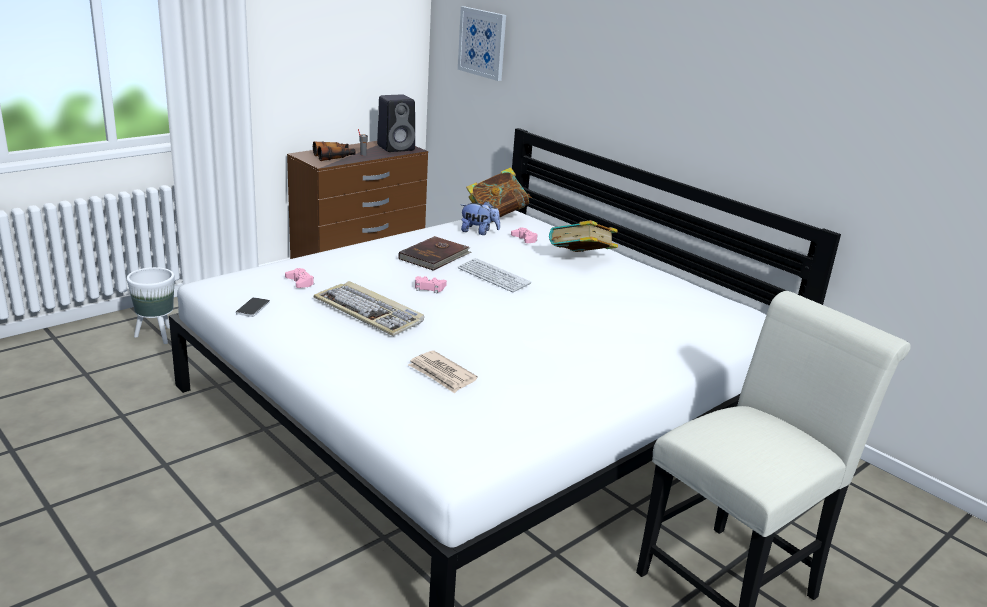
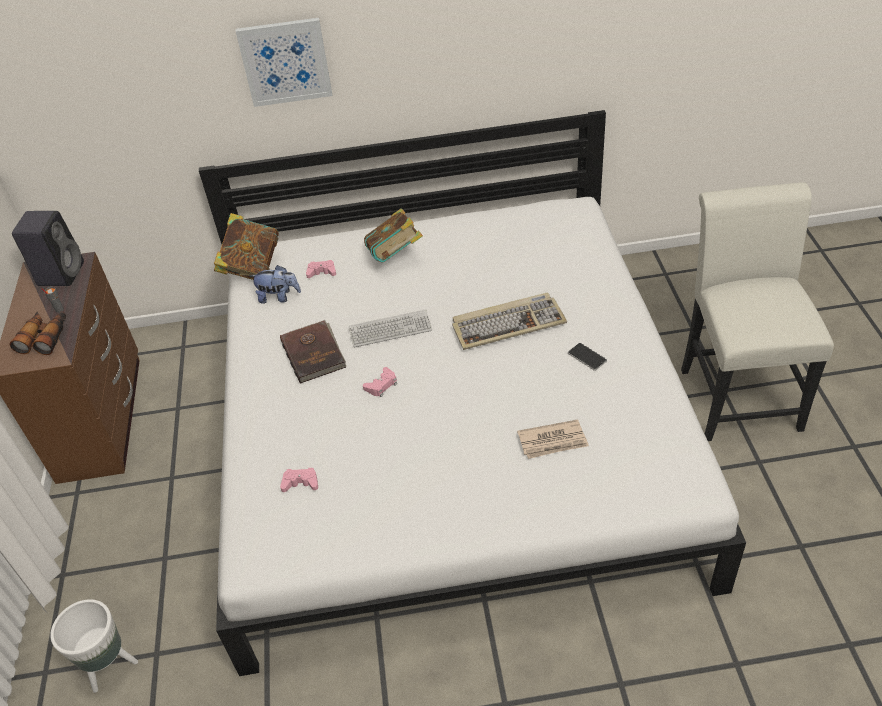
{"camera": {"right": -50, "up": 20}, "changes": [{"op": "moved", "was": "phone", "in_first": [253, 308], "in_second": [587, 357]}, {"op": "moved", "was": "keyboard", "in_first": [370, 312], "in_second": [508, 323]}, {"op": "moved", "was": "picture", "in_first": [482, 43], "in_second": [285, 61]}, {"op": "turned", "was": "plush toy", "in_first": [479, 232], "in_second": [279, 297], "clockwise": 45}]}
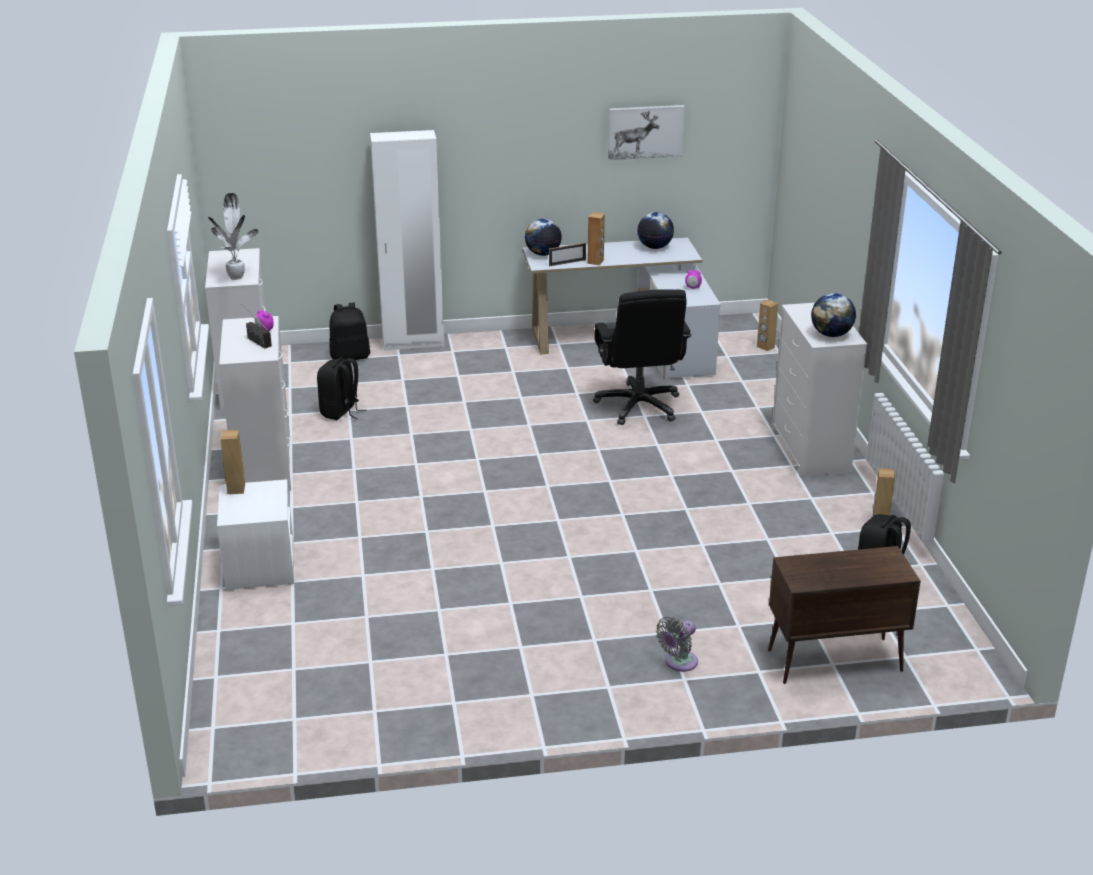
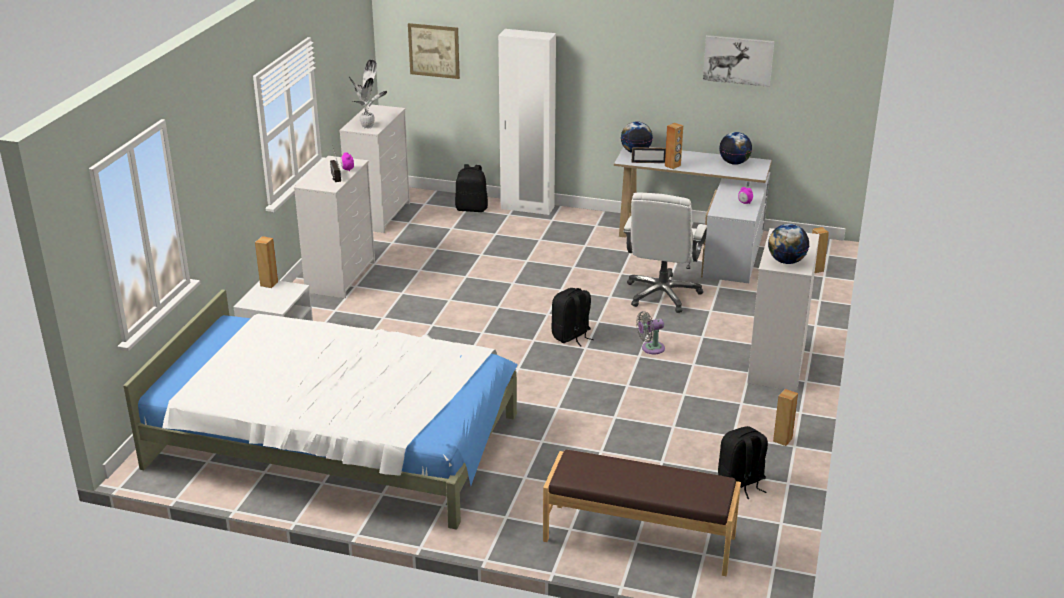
{"camera": {"right": 25, "up": 0}, "changes": [{"op": "added", "now": "bed/white", "in_second": [337, 441]}, {"op": "added", "now": "picture", "in_second": [434, 50]}, {"op": "moved", "was": "backpack/black", "in_first": [341, 412], "in_second": [571, 336]}, {"op": "moved", "was": "fan/grey", "in_first": [679, 663], "in_second": [650, 348]}, {"op": "replaced", "was": "cabinet/brown", "now": "bench/brown", "in_first": [833, 661], "in_second": [639, 539]}, {"op": "recoloured", "was": "office chair/black", "now": "office chair/white", "in_first": [639, 406], "in_second": [662, 294]}]}
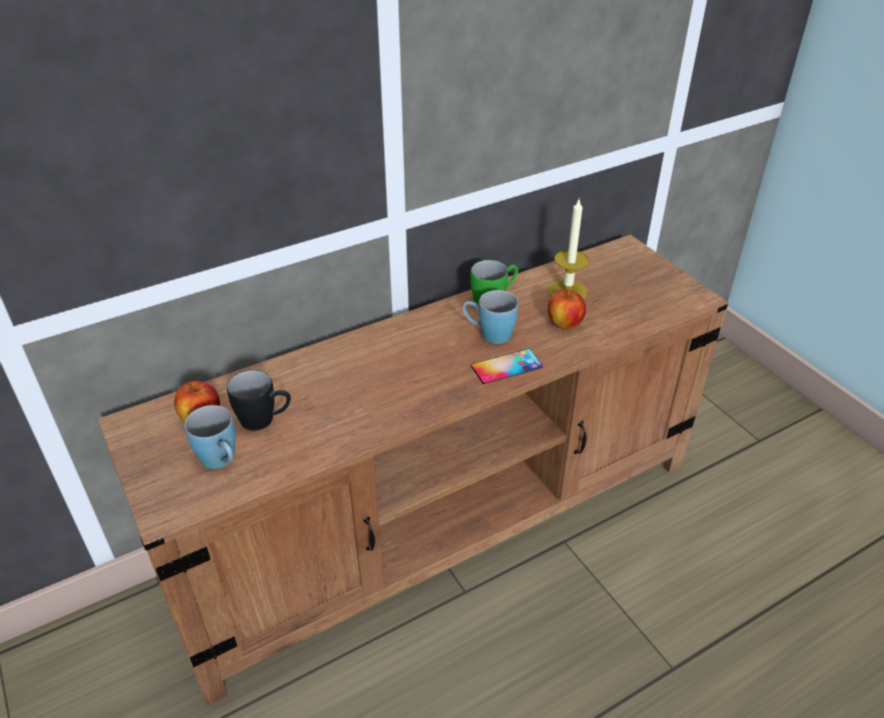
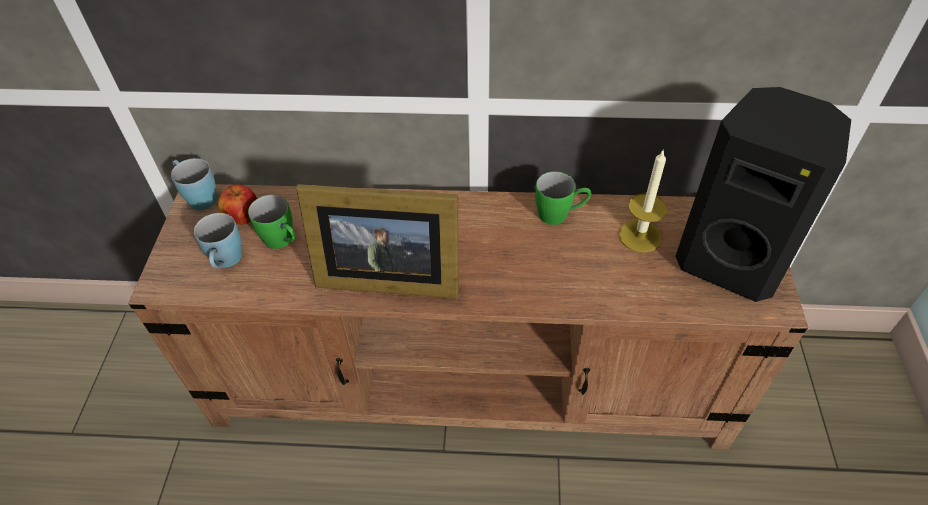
{"camera": {"right": 35, "up": 10}, "changes": [{"op": "removed", "was": "phone", "in_first": [506, 366]}, {"op": "removed", "was": "apple", "in_first": [564, 323]}, {"op": "added", "now": "picture frame", "in_second": [385, 275]}, {"op": "added", "now": "speaker/black", "in_second": [730, 260]}, {"op": "moved", "was": "mug/blue", "in_first": [489, 334], "in_second": [198, 197]}, {"op": "recoloured", "was": "mug/black", "now": "mug/green", "in_first": [265, 420], "in_second": [283, 241]}]}
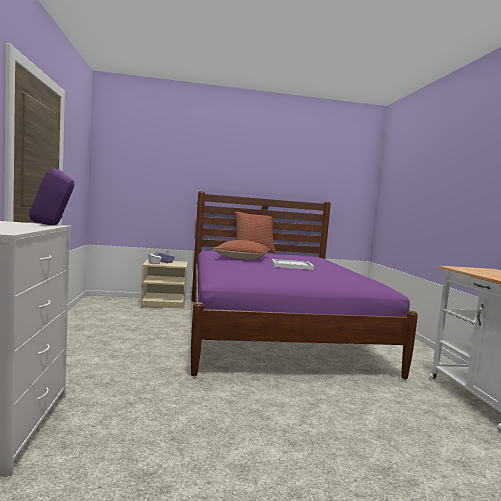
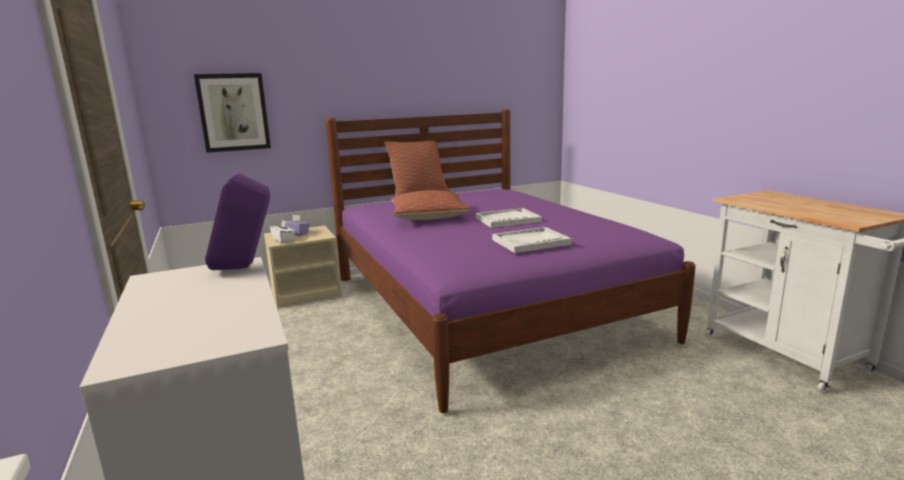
{"camera": {"right": -15, "up": 10}, "changes": [{"op": "added", "now": "picture", "in_second": [233, 112]}, {"op": "added", "now": "tray/white", "in_second": [531, 242]}]}
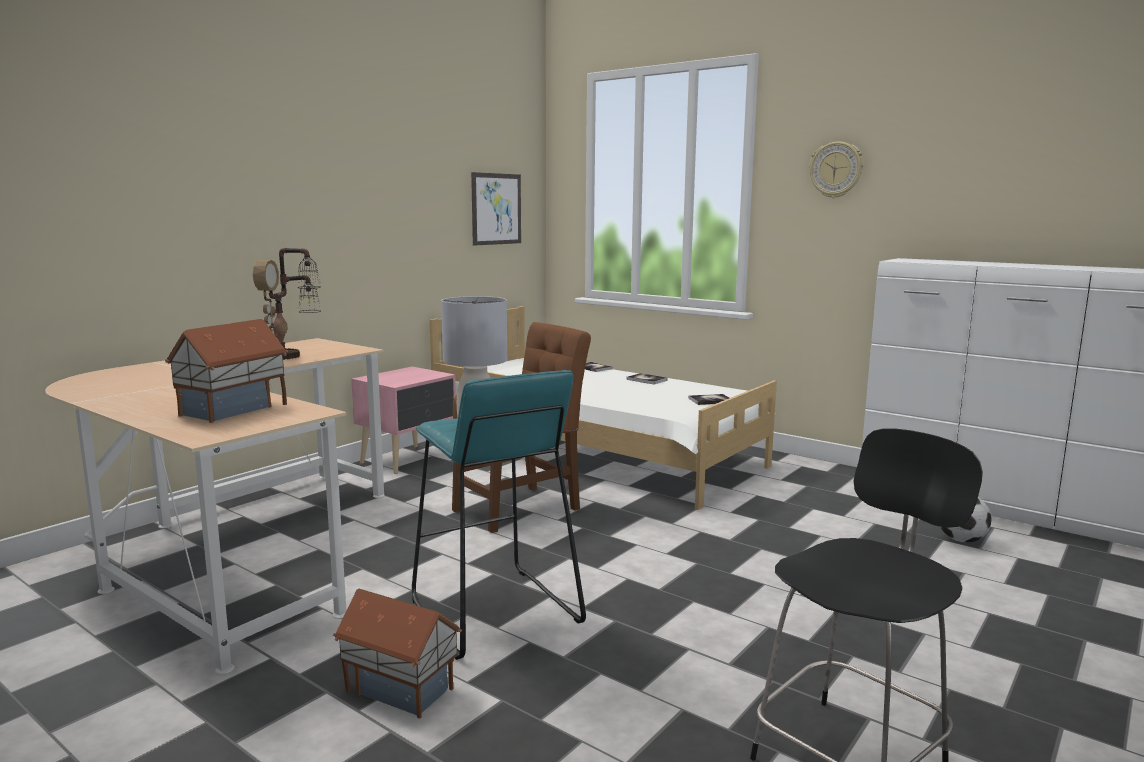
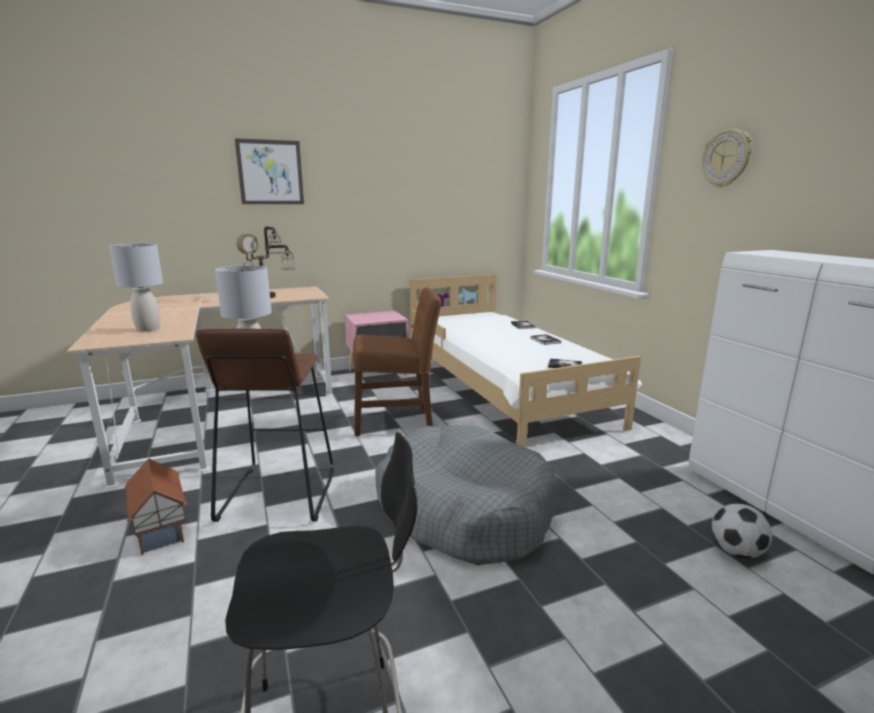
{"camera": {"right": 30, "up": 5}, "changes": [{"op": "added", "now": "dog bed/grey", "in_second": [463, 509]}, {"op": "moved", "was": "picture", "in_first": [496, 209], "in_second": [270, 172]}, {"op": "replaced", "was": "toy house", "now": "table lamp/grey", "in_first": [234, 410], "in_second": [148, 329]}, {"op": "recoloured", "was": "stool/turquoise", "now": "stool/brown", "in_first": [493, 612], "in_second": [278, 494]}]}
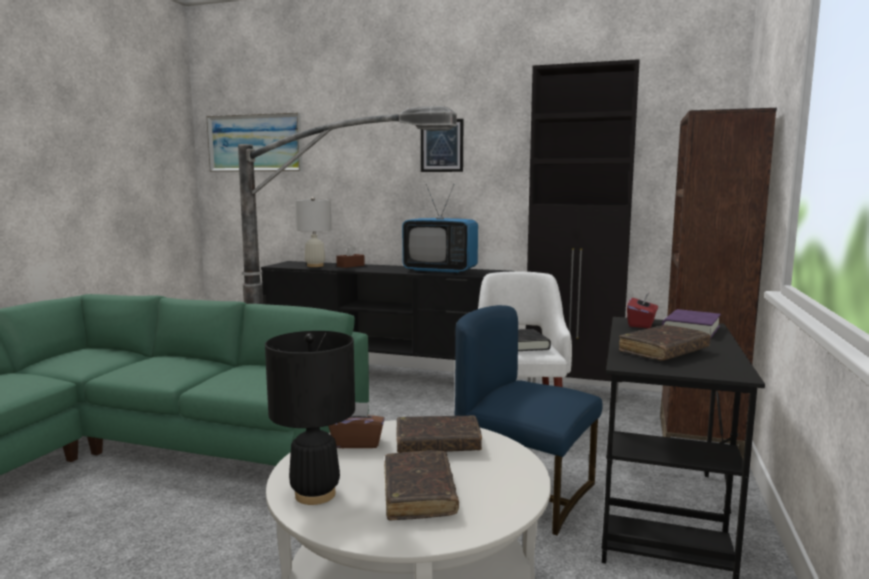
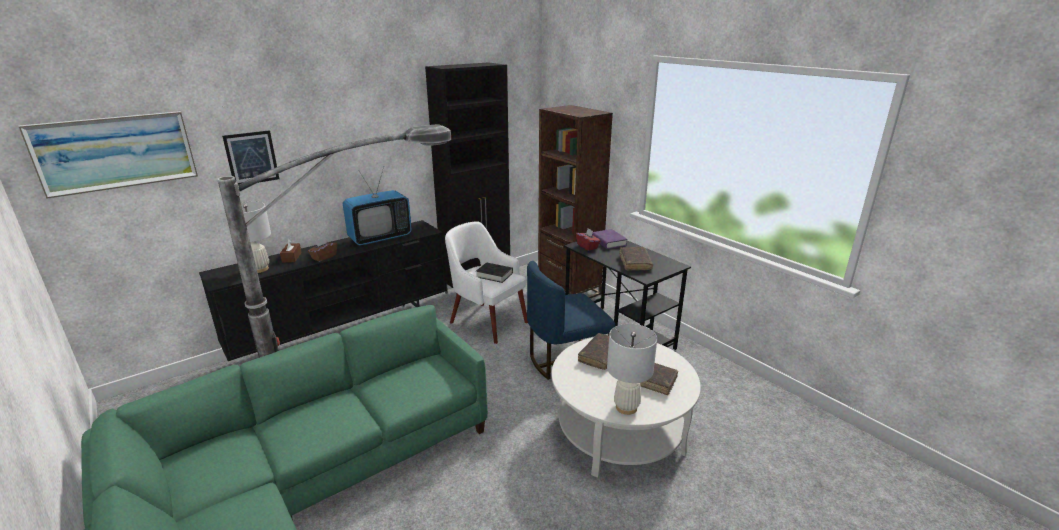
{"camera": {"right": -55, "up": 15}, "changes": [{"op": "moved", "was": "tissue box/brown", "in_first": [357, 443], "in_second": [324, 257]}, {"op": "moved", "was": "picture", "in_first": [441, 145], "in_second": [251, 158]}, {"op": "recoloured", "was": "table lamp/black", "now": "table lamp/white", "in_first": [315, 494], "in_second": [626, 407]}]}
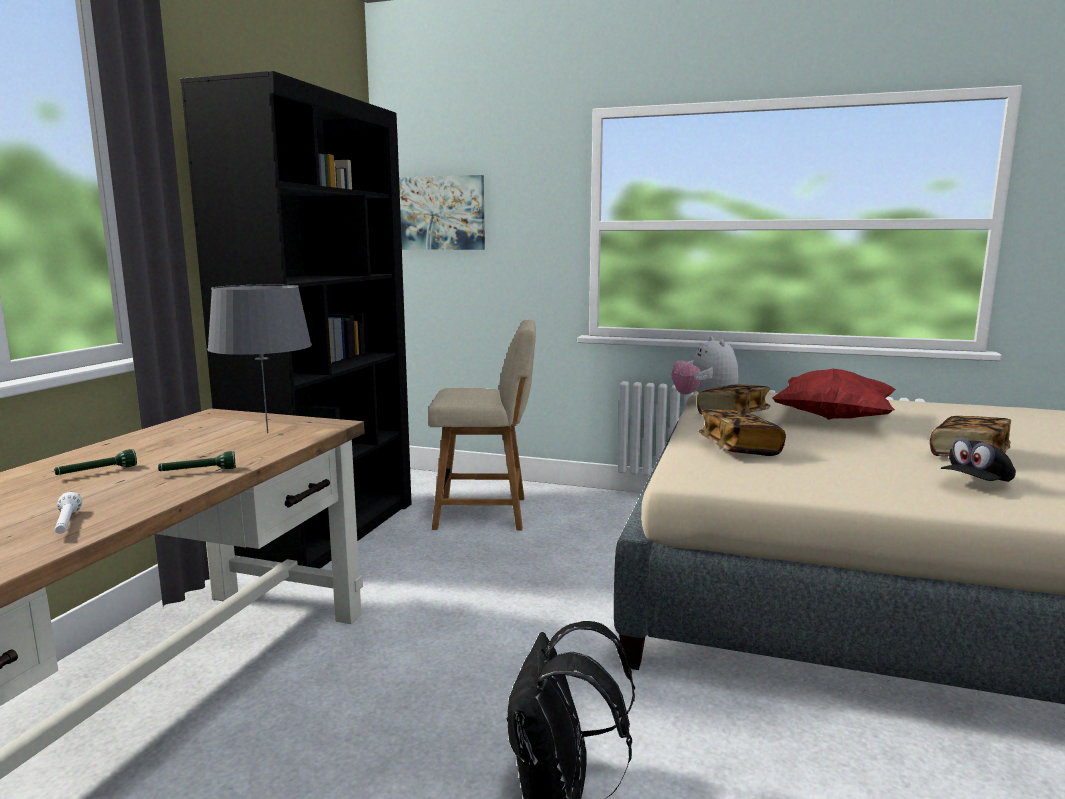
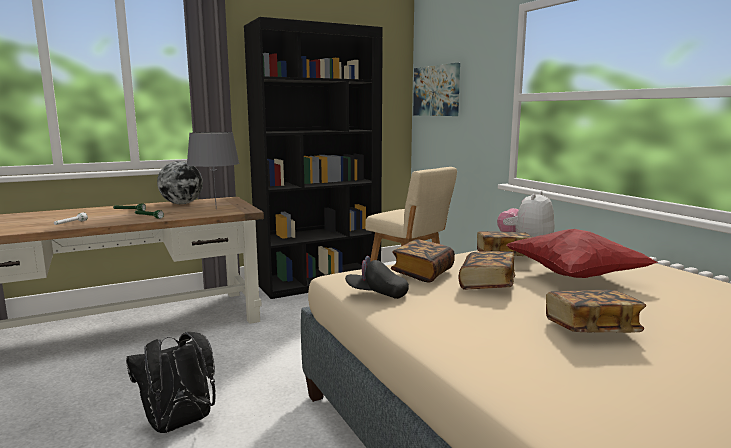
{"camera": {"right": 45, "up": 0}, "changes": [{"op": "added", "now": "globe", "in_second": [181, 204]}, {"op": "added", "now": "book", "in_second": [486, 284]}, {"op": "moved", "was": "cap/black", "in_first": [975, 484], "in_second": [377, 294]}]}
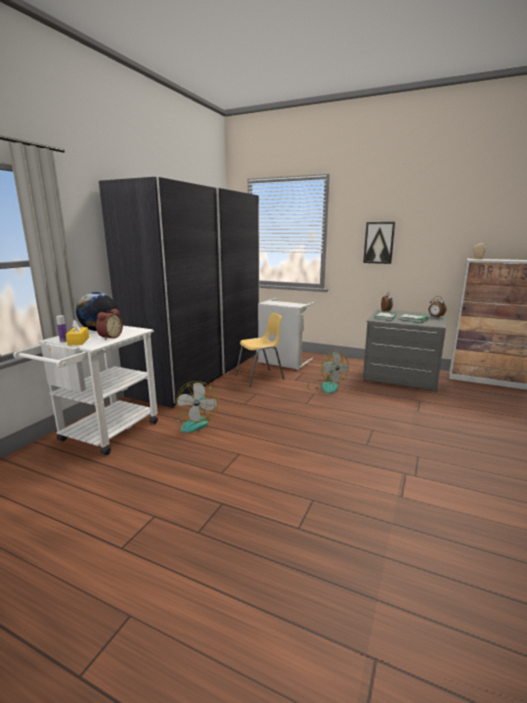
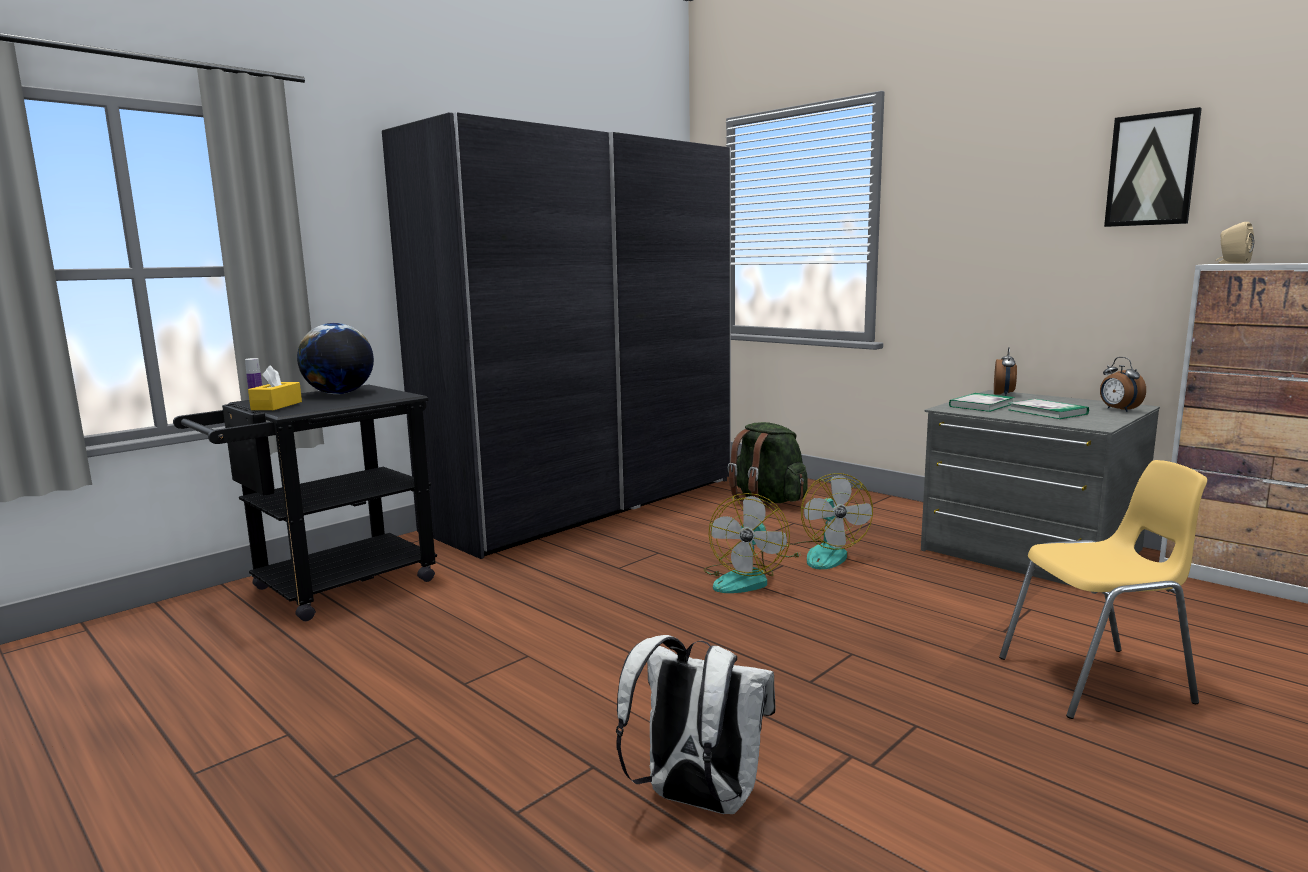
{"camera": {"right": 20, "up": -5}, "changes": [{"op": "removed", "was": "alarm clock", "in_first": [109, 337]}, {"op": "added", "now": "backpack/white", "in_second": [696, 800]}, {"op": "moved", "was": "fan", "in_first": [195, 422], "in_second": [744, 579]}, {"op": "moved", "was": "chair/yellow", "in_first": [260, 377], "in_second": [1097, 681]}, {"op": "moved", "was": "picture", "in_first": [379, 242], "in_second": [1151, 170]}, {"op": "replaced", "was": "laundry basket/grey", "now": "backpack/green", "in_first": [283, 362], "in_second": [767, 500]}, {"op": "recoloured", "was": "cart/white", "now": "cart/black", "in_first": [103, 435], "in_second": [329, 589]}]}
